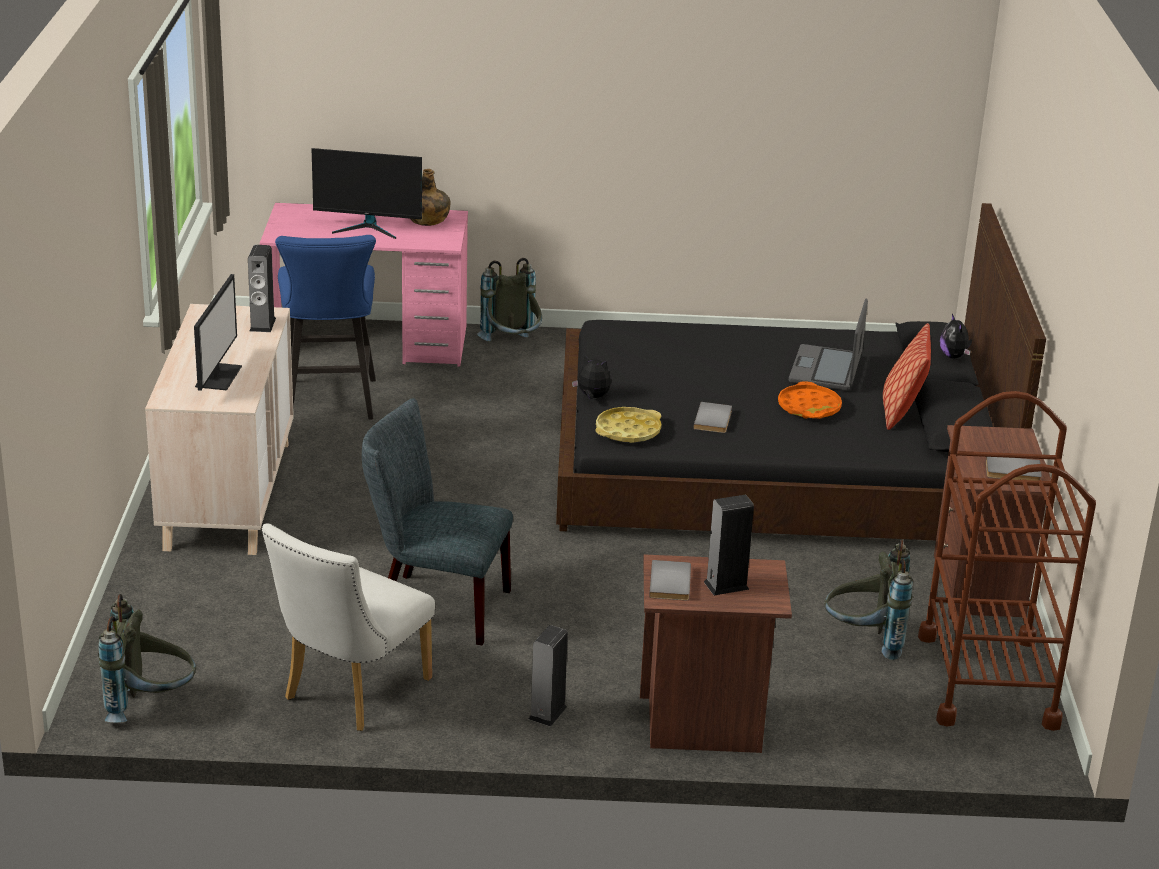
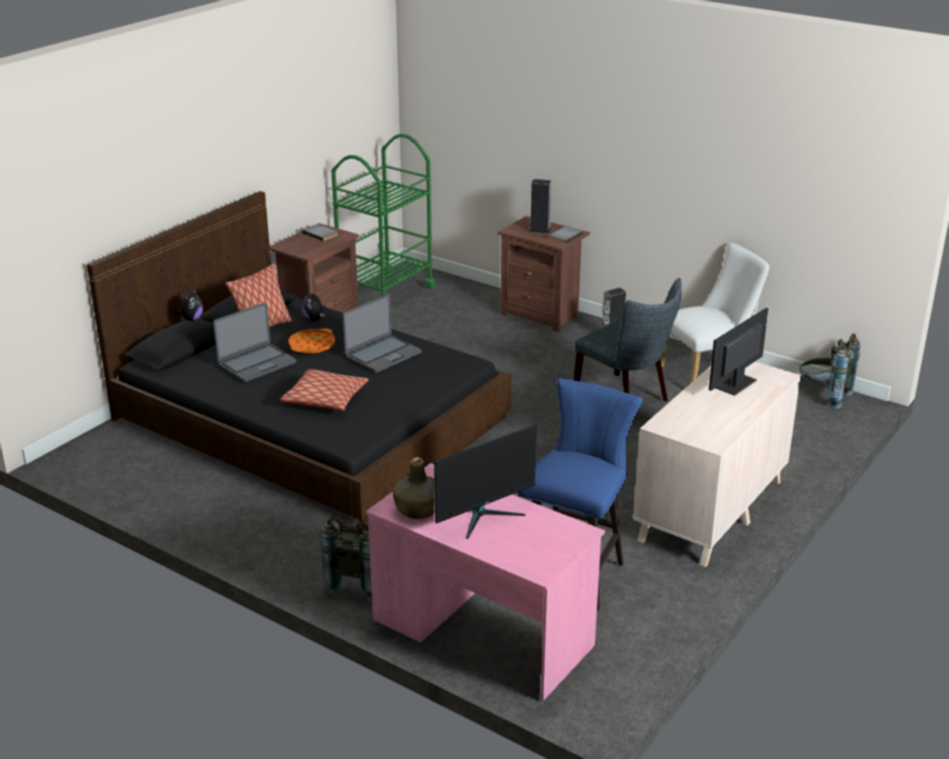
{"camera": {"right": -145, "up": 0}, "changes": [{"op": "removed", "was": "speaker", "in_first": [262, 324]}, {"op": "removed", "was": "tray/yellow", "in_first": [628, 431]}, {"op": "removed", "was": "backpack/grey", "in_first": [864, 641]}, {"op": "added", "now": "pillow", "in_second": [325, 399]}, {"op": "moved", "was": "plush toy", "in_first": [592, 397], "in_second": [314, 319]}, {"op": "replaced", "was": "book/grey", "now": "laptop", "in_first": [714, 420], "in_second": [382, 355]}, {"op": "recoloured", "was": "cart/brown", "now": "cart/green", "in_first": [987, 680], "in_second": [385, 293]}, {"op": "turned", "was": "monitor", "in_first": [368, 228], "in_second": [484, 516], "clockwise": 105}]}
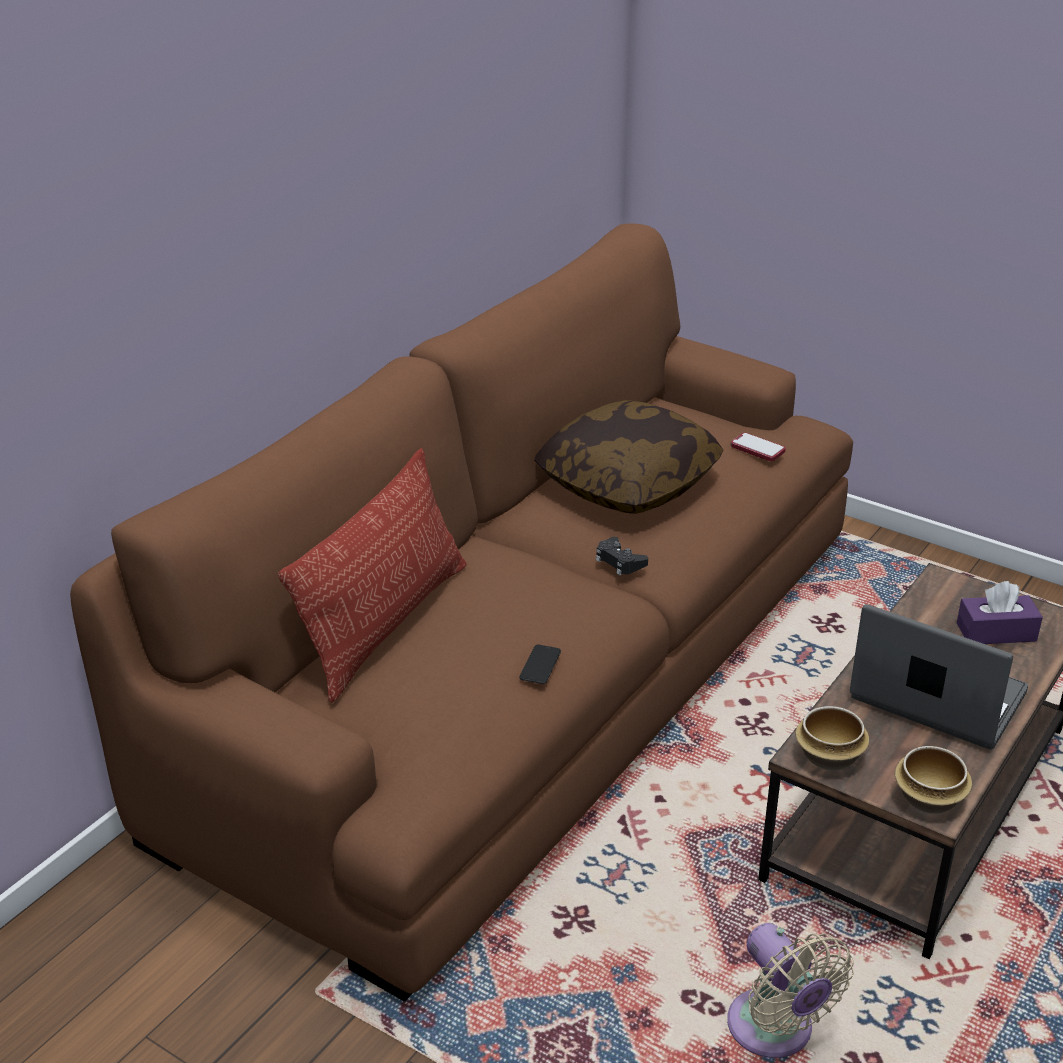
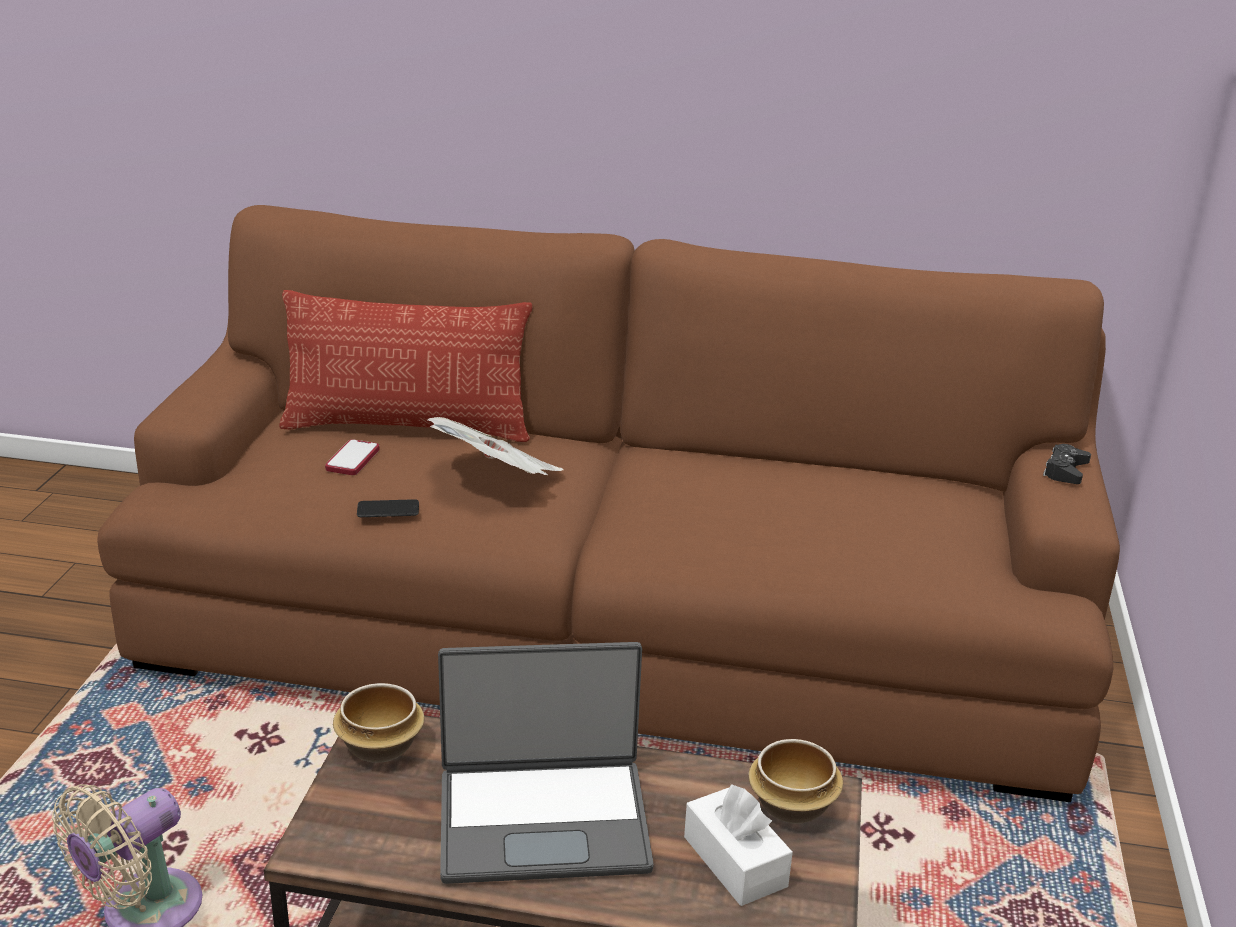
{"camera": {"right": 65, "up": -5}, "changes": [{"op": "removed", "was": "pillow", "in_first": [628, 482]}, {"op": "added", "now": "newspaper", "in_second": [497, 479]}, {"op": "moved", "was": "game controller/black", "in_first": [619, 561], "in_second": [1065, 471]}, {"op": "moved", "was": "phone", "in_first": [757, 448], "in_second": [352, 459]}, {"op": "moved", "was": "bowl", "in_first": [930, 799], "in_second": [793, 807]}, {"op": "recoloured", "was": "tissue box/purple", "now": "tissue box/white", "in_first": [996, 632], "in_second": [735, 861]}, {"op": "turned", "was": "laptop", "in_first": [936, 698], "in_second": [543, 820], "clockwise": 75}]}
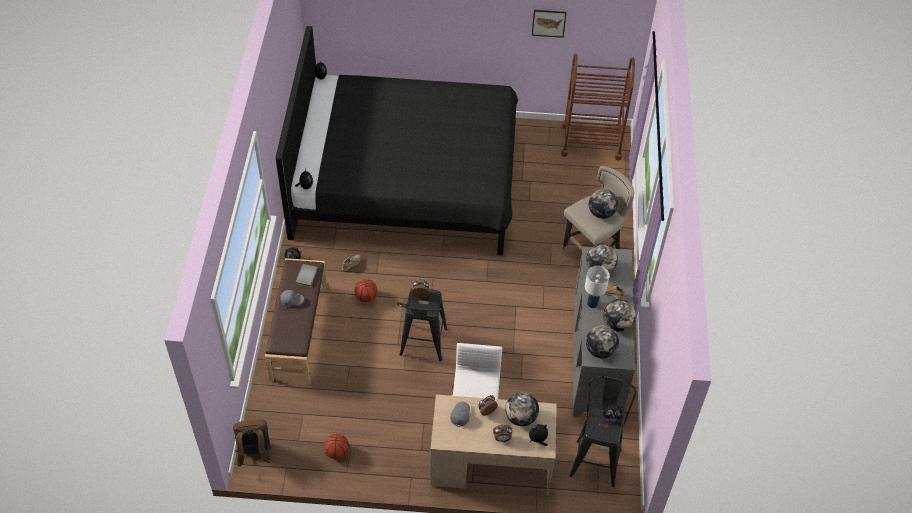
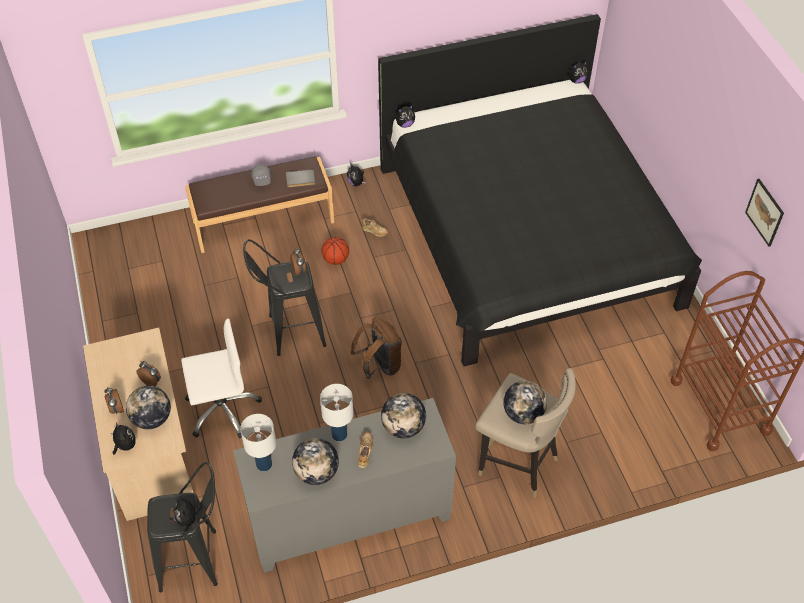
{"camera": {"right": 70, "up": 0}, "changes": [{"op": "removed", "was": "basketball", "in_first": [337, 452]}, {"op": "removed", "was": "cap/grey", "in_first": [460, 415]}, {"op": "moved", "was": "backpack/brown", "in_first": [255, 454], "in_second": [379, 366]}, {"op": "replaced", "was": "globe", "now": "table lamp/white", "in_first": [600, 351], "in_second": [264, 464]}]}
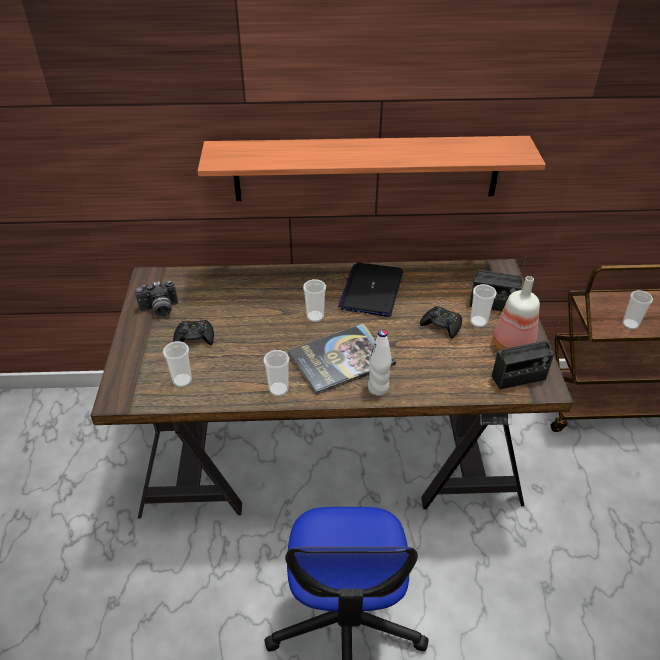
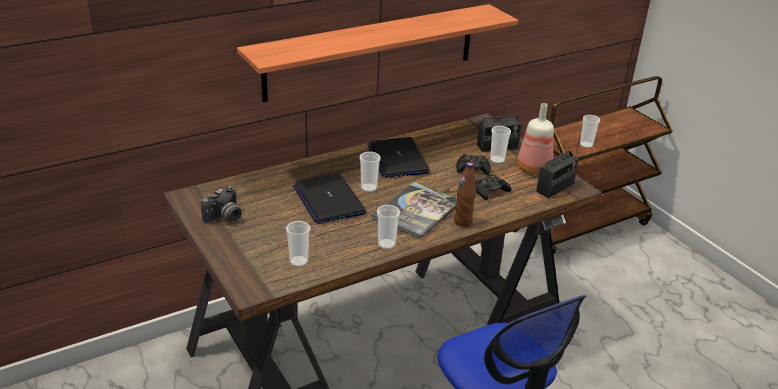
{"camera": {"right": -30, "up": -10}, "changes": [{"op": "added", "now": "laptop", "in_second": [328, 200]}, {"op": "moved", "was": "game controller/black", "in_first": [194, 338], "in_second": [490, 191]}, {"op": "recoloured", "was": "bottle/white", "now": "bottle/brown", "in_first": [378, 388], "in_second": [463, 221]}]}
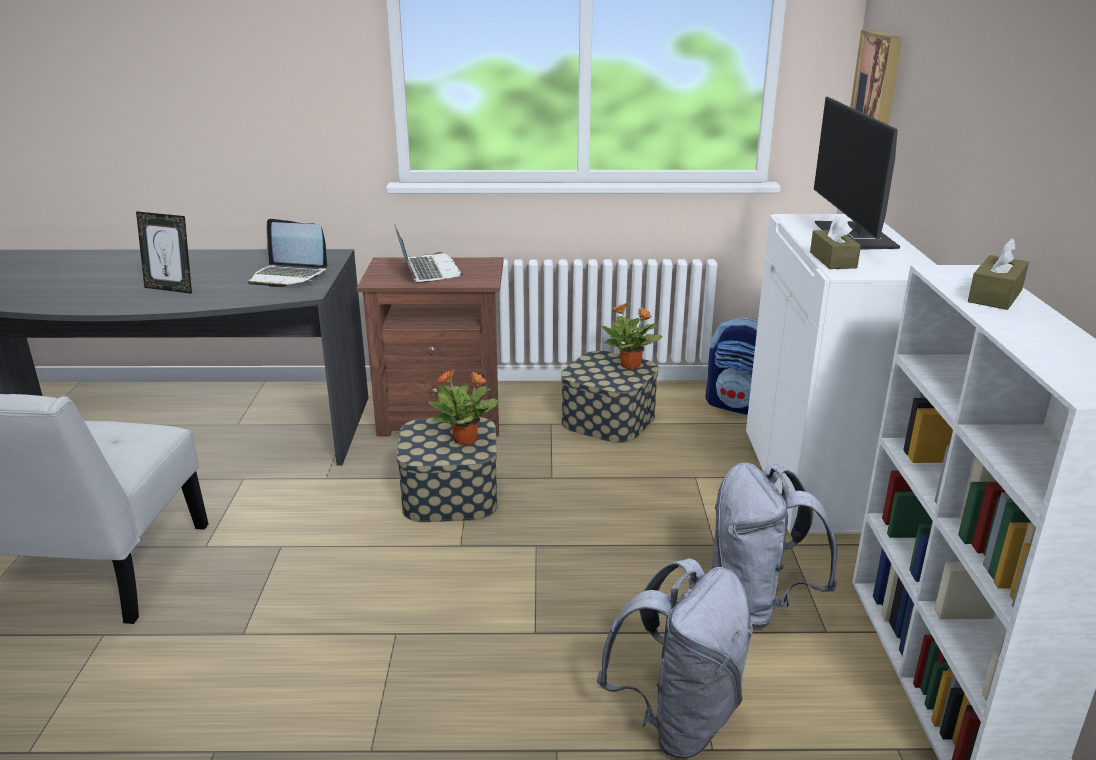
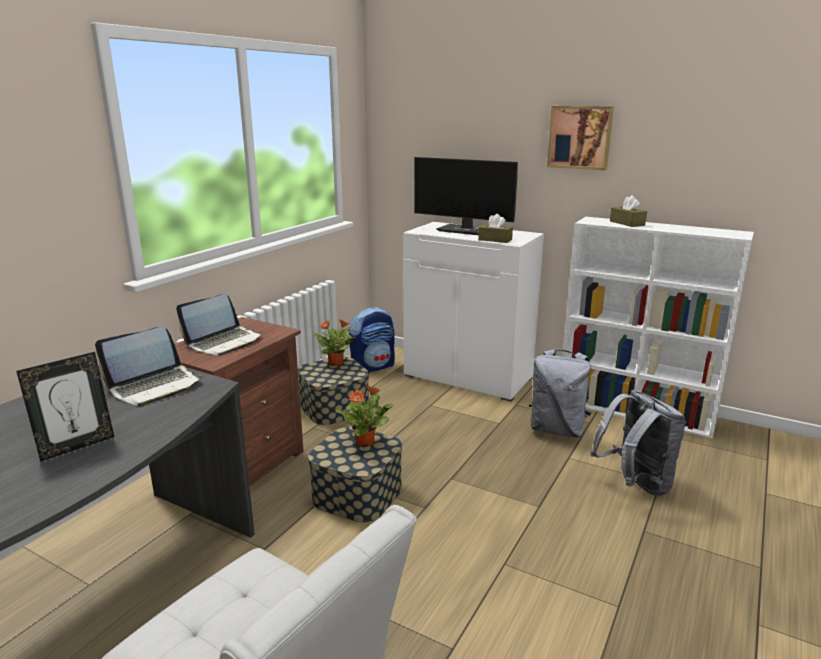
{"camera": {"right": -60, "up": -5}, "changes": [{"op": "moved", "was": "picture", "in_first": [879, 80], "in_second": [580, 137]}, {"op": "turned", "was": "laptop", "in_first": [427, 271], "in_second": [224, 342], "clockwise": 120}]}
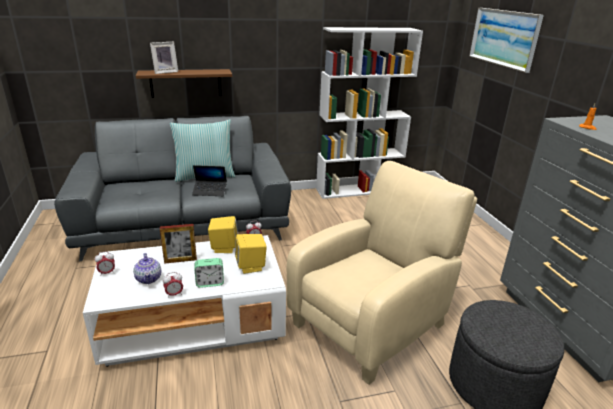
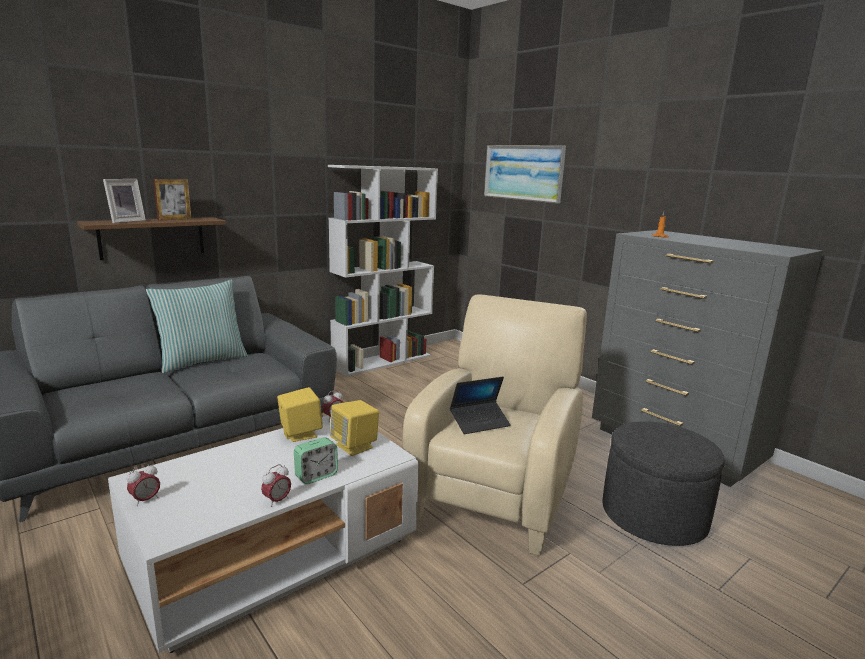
{"camera": {"right": -25, "up": -10}, "changes": [{"op": "removed", "was": "teapot", "in_first": [149, 278]}, {"op": "moved", "was": "picture frame", "in_first": [180, 260], "in_second": [174, 219]}, {"op": "moved", "was": "laptop", "in_first": [210, 191], "in_second": [479, 422]}]}
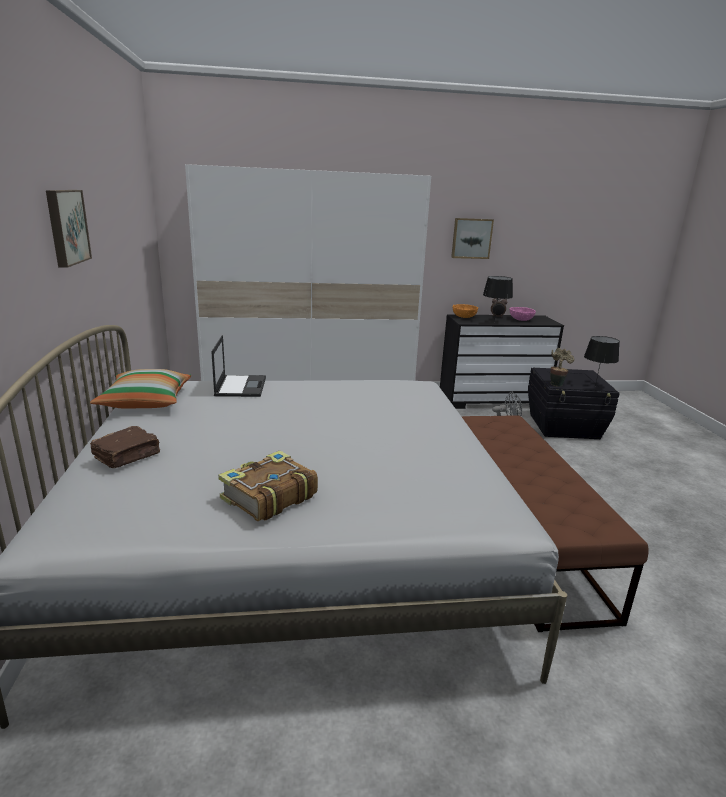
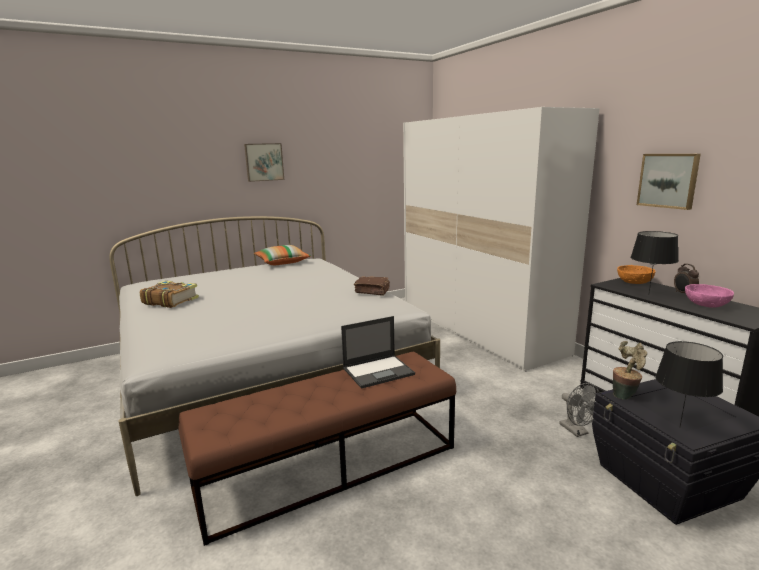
{"camera": {"right": 70, "up": -5}, "changes": [{"op": "moved", "was": "book/brown", "in_first": [128, 456], "in_second": [372, 292]}, {"op": "moved", "was": "laptop", "in_first": [240, 386], "in_second": [379, 371]}]}
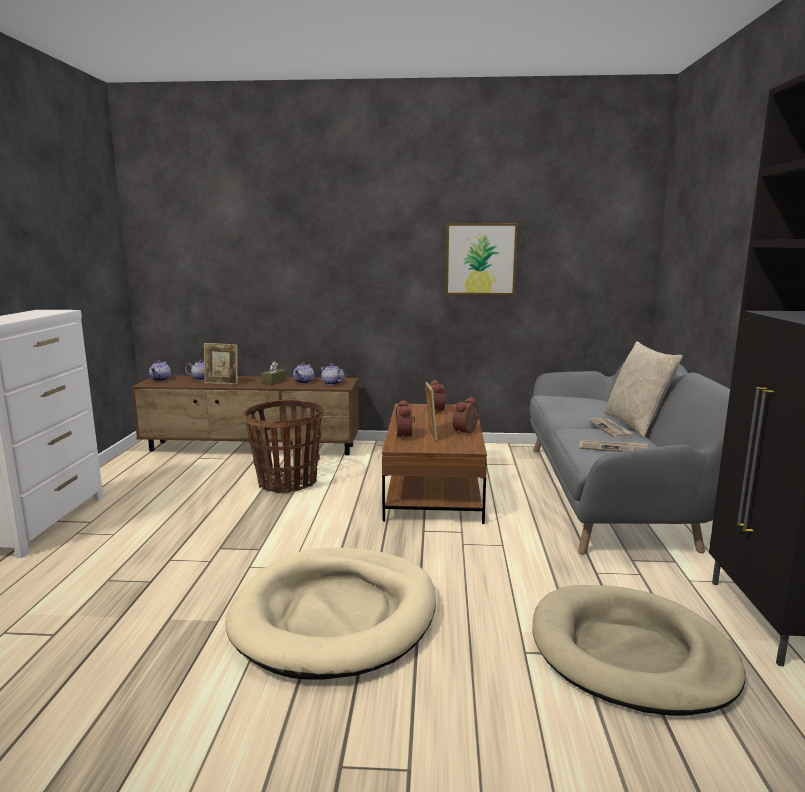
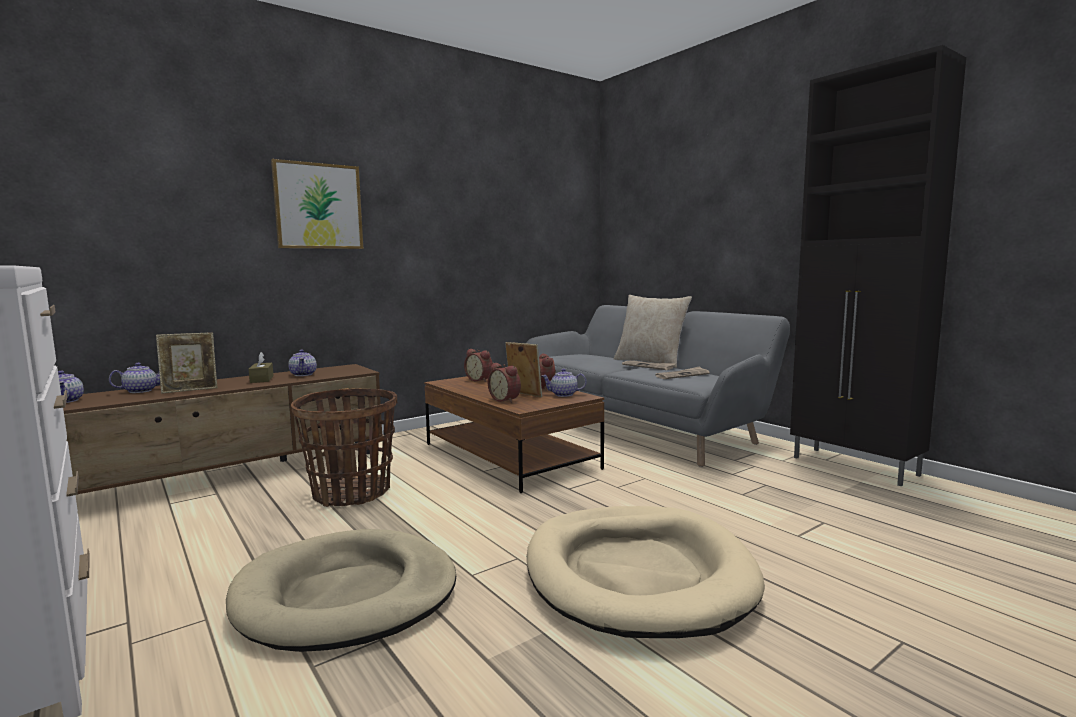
{"camera": {"right": -40, "up": -5}, "changes": [{"op": "moved", "was": "teapot", "in_first": [331, 383], "in_second": [563, 394]}, {"op": "moved", "was": "picture", "in_first": [480, 259], "in_second": [318, 206]}, {"op": "moved", "was": "dog bed/beige", "in_first": [630, 654], "in_second": [347, 595]}]}
